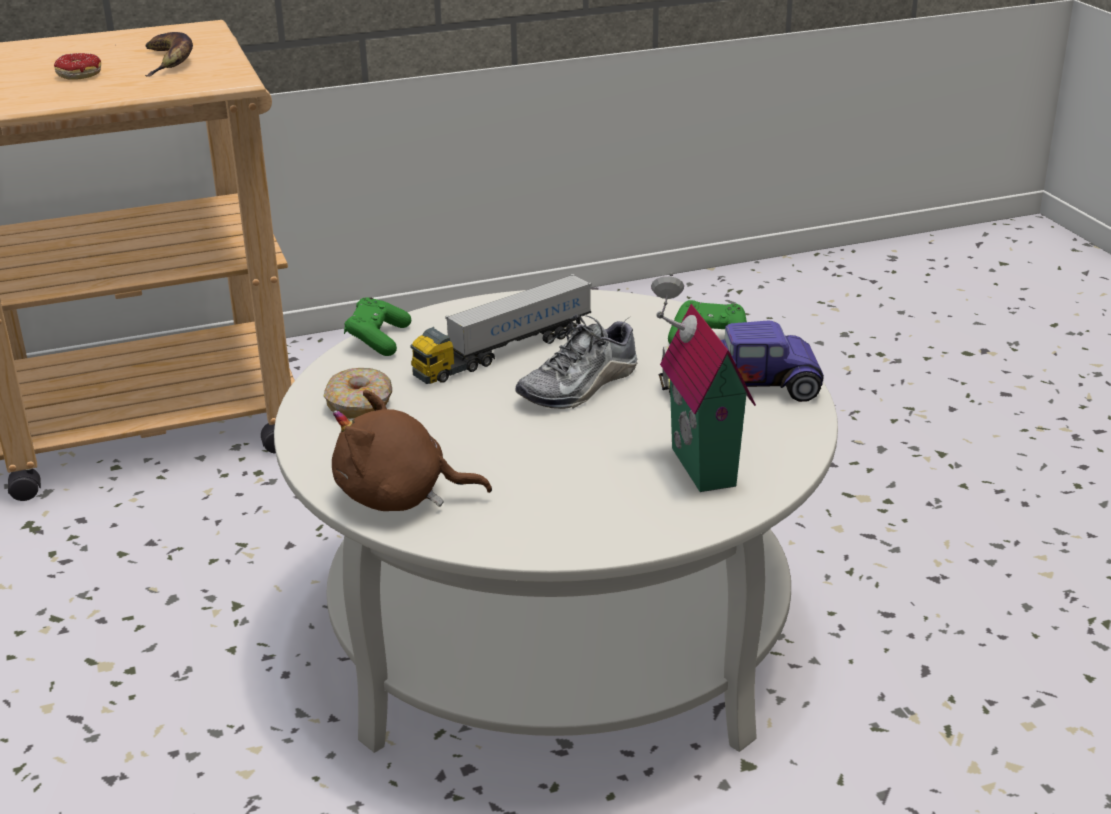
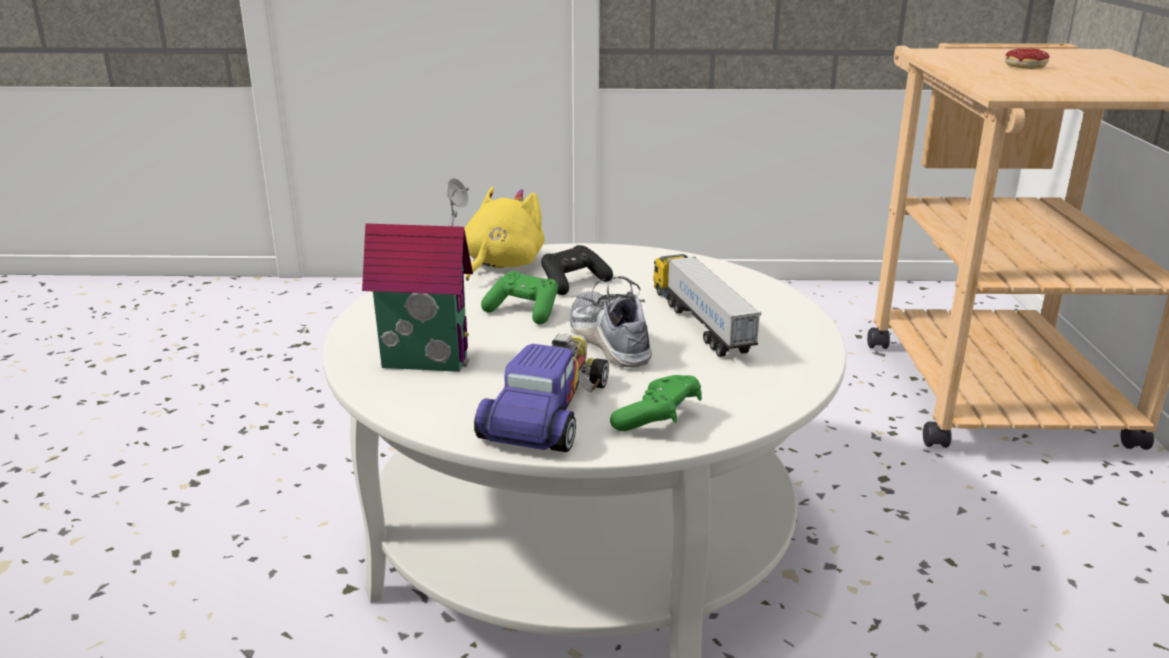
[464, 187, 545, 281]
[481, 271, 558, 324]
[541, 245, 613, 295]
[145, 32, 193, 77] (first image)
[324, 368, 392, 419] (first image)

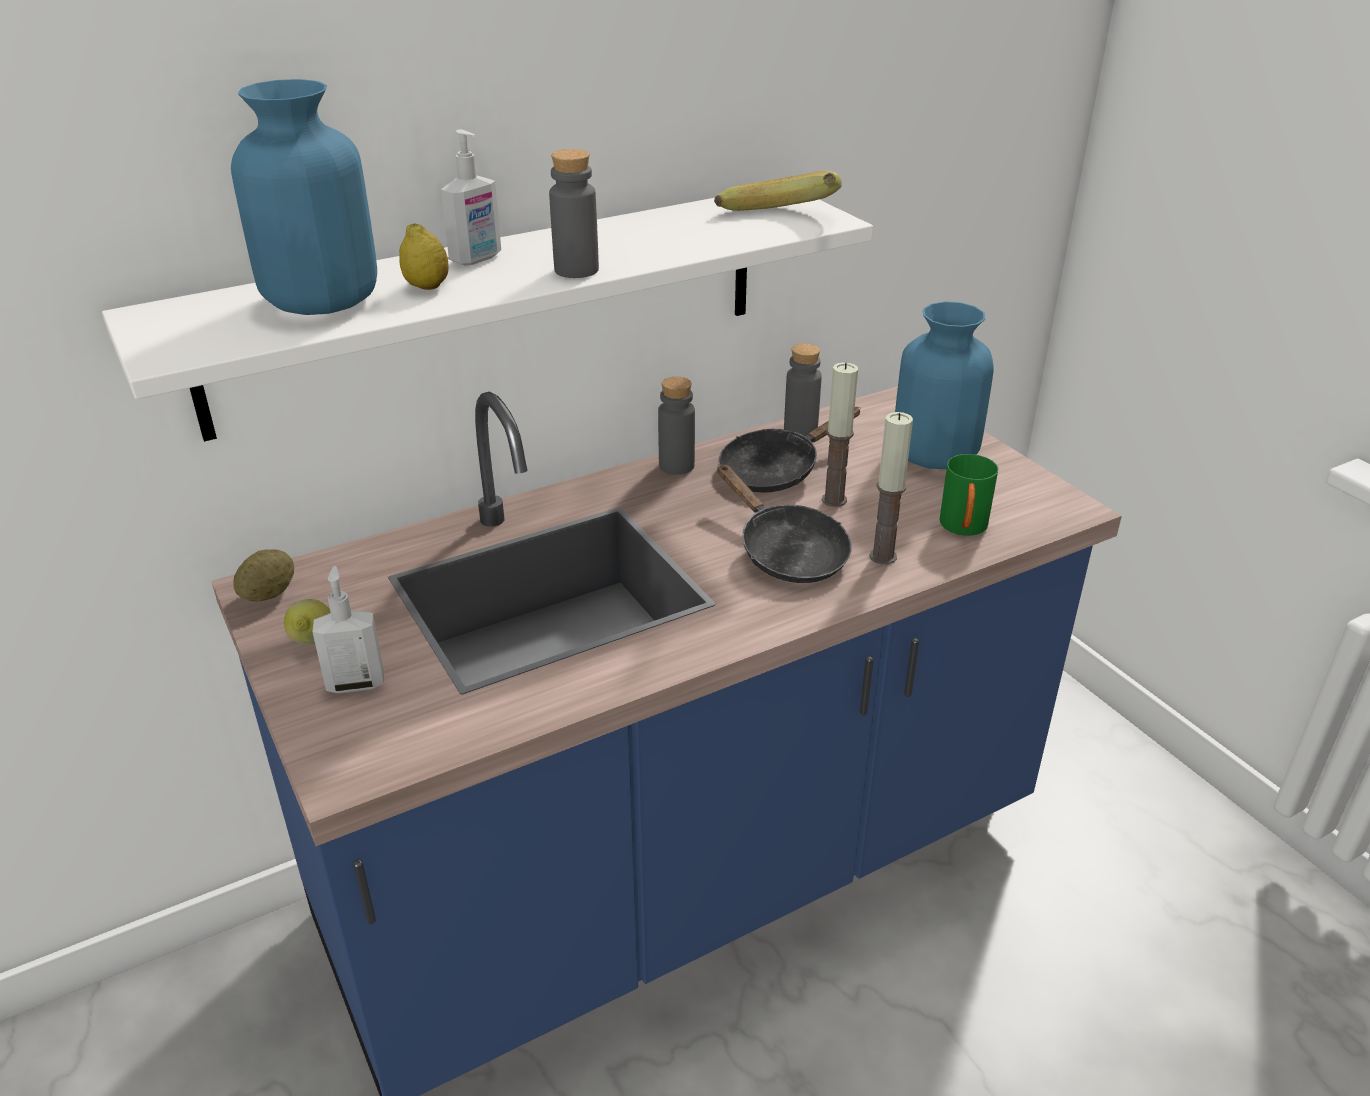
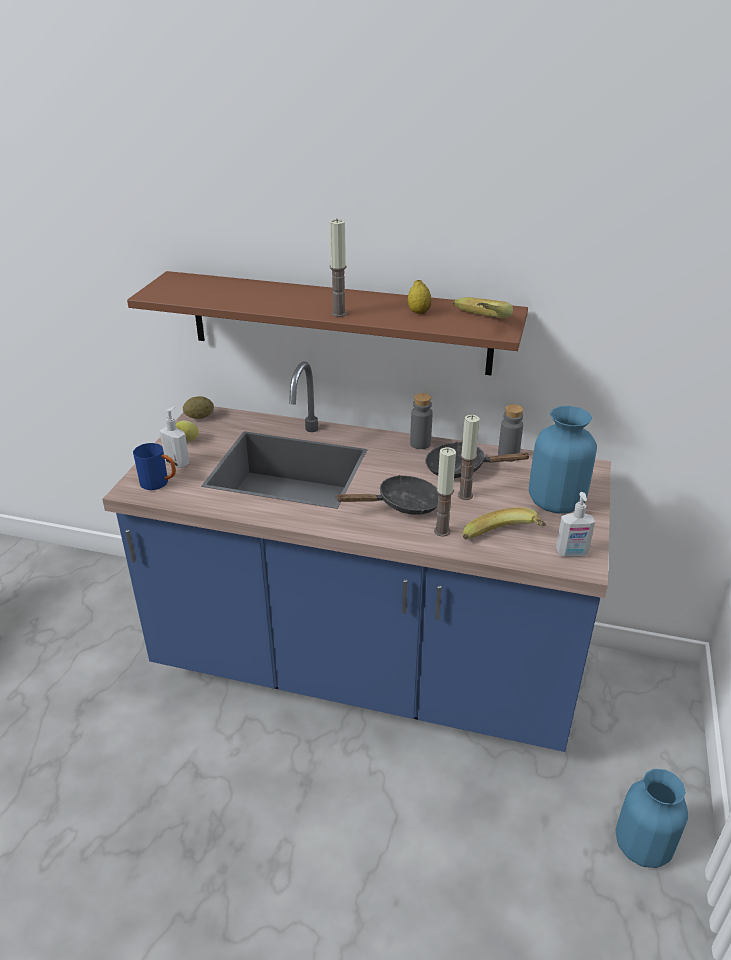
[127, 271, 528, 375]
[133, 443, 176, 490]
[329, 218, 347, 317]
[335, 475, 438, 515]
[408, 280, 432, 314]
[463, 507, 546, 540]
[556, 492, 595, 557]
[616, 769, 689, 868]

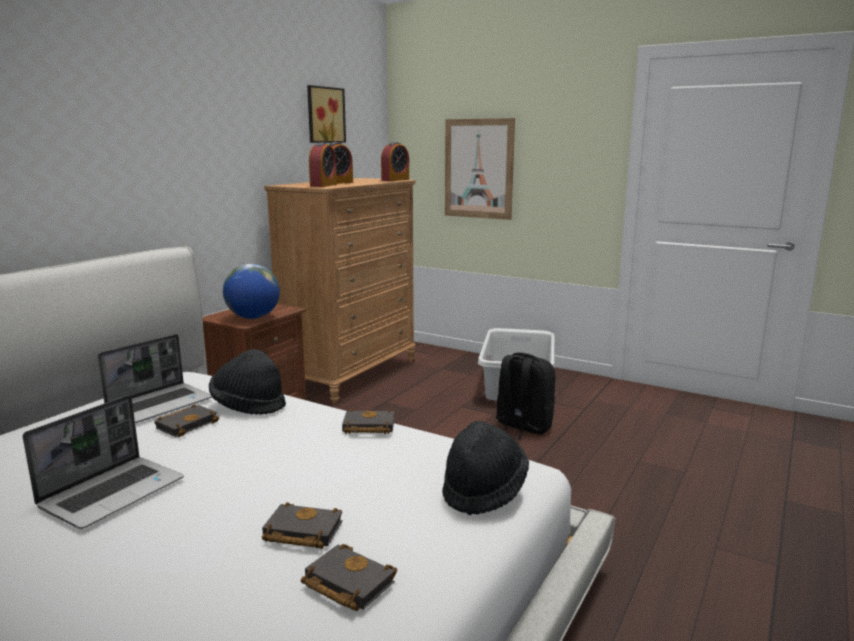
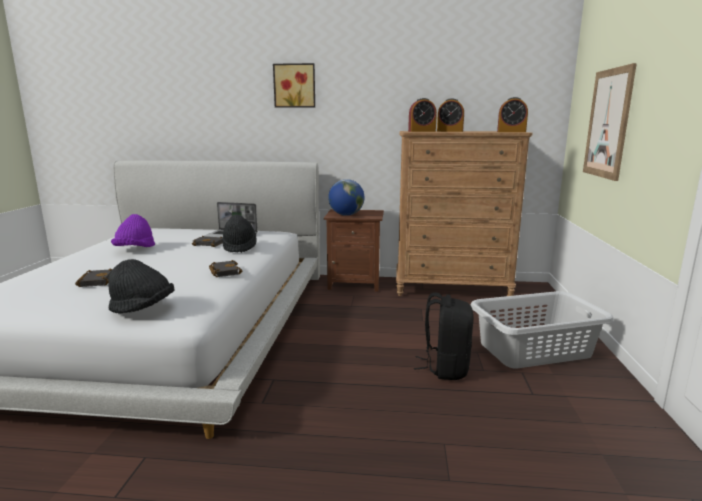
[111, 214, 155, 247]
[273, 63, 315, 108]
[301, 544, 397, 611] (first image)

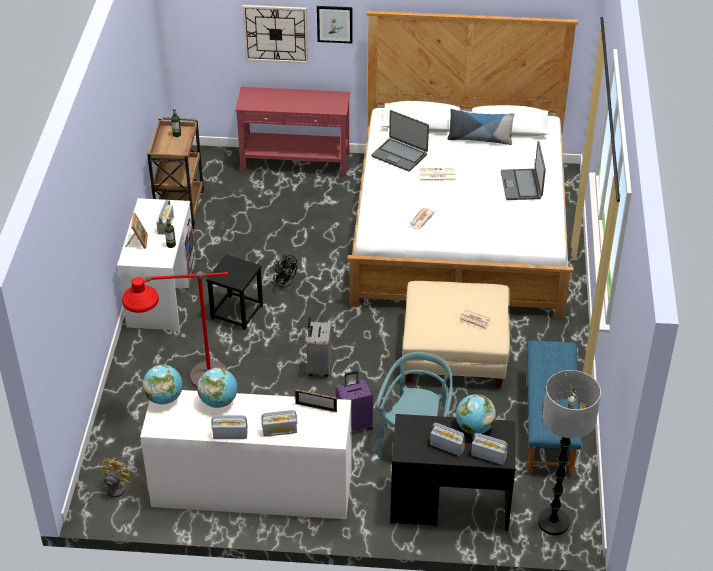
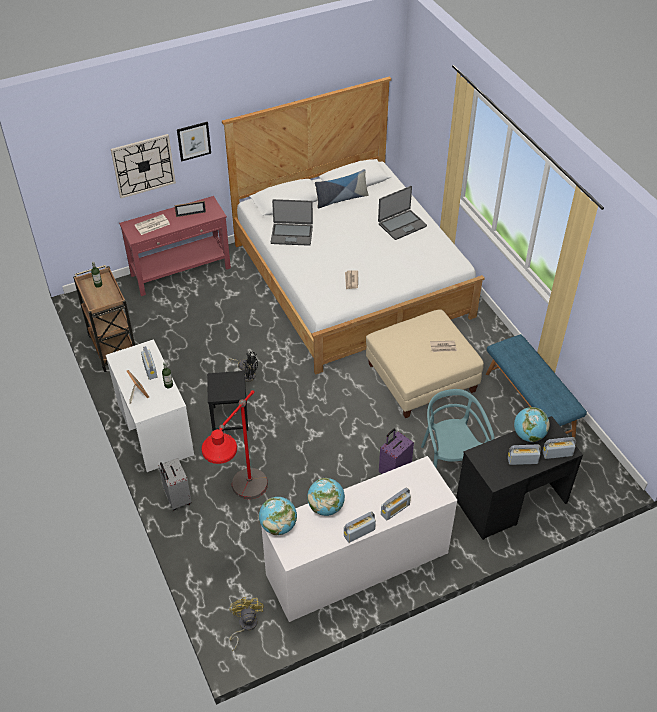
[135, 214, 170, 235]
[158, 458, 192, 510]
[174, 201, 206, 217]
[378, 186, 427, 240]
[538, 370, 601, 535] (first image)

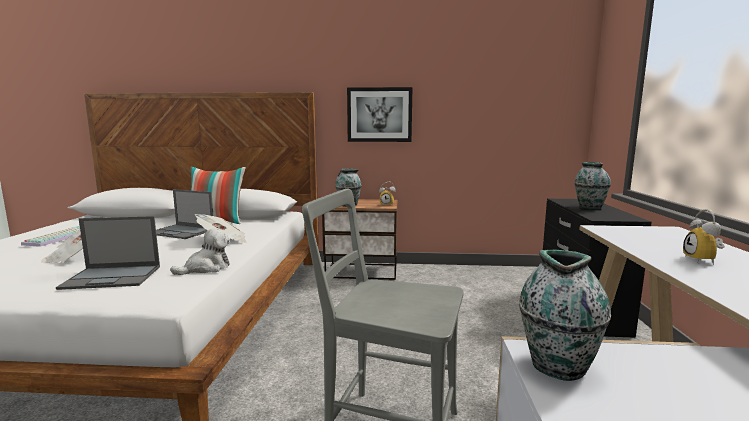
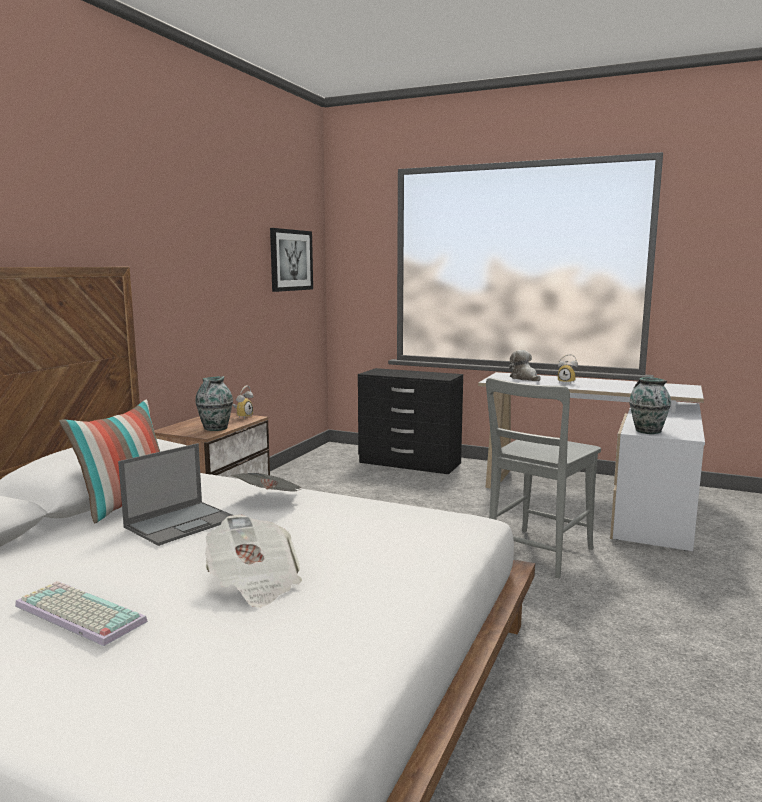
[270, 228, 313, 292]
[509, 350, 541, 381]
[56, 216, 160, 290] (first image)
[574, 162, 611, 209] (first image)

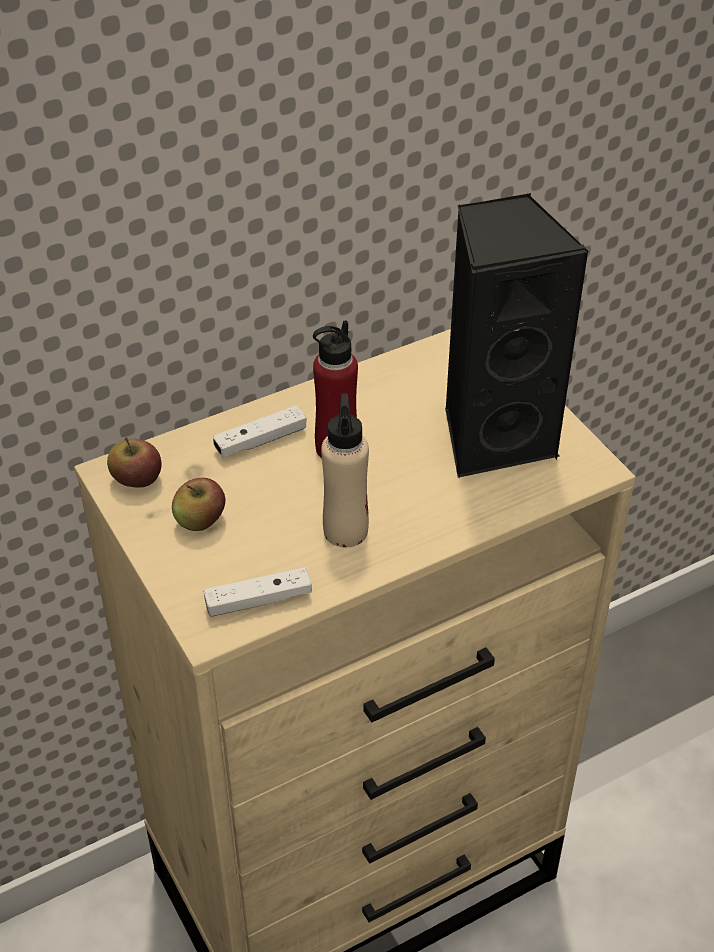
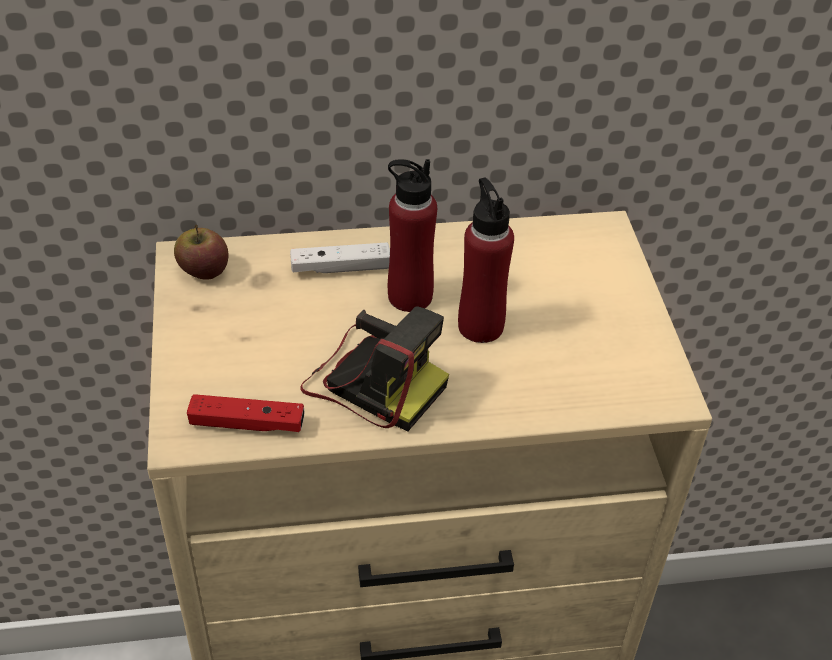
[187, 394, 305, 432]
[301, 306, 449, 432]
[458, 177, 514, 343]
[172, 478, 225, 531] (first image)
[445, 193, 589, 478] (first image)

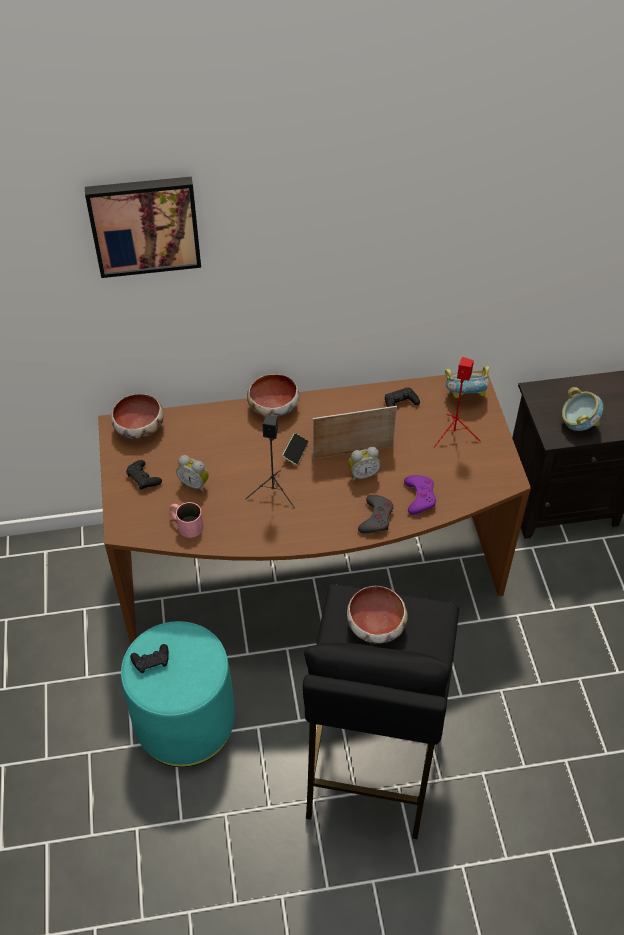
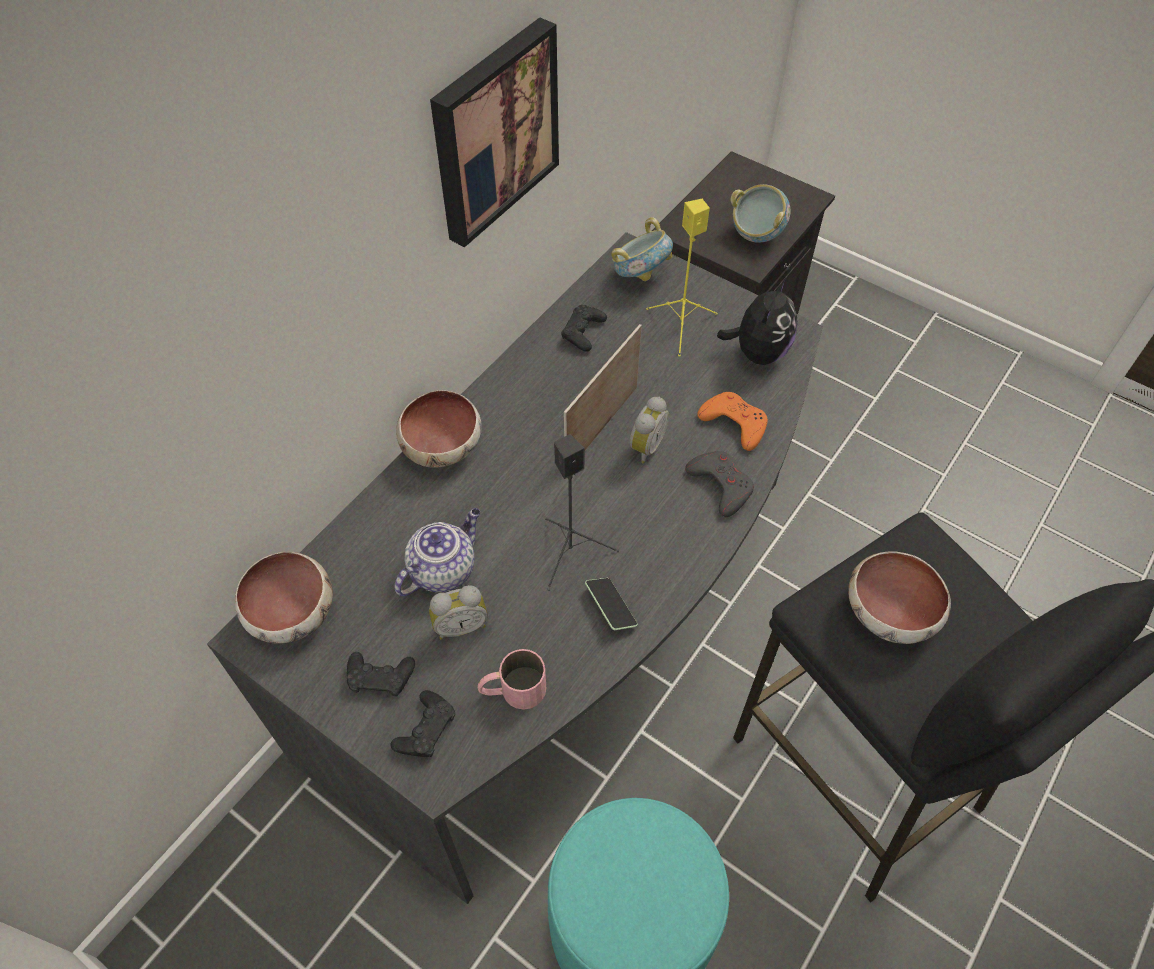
[207, 232, 823, 904]
[390, 690, 455, 757]
[395, 508, 480, 596]
[430, 17, 559, 247]
[585, 578, 638, 630]
[646, 199, 718, 357]
[697, 392, 768, 451]
[717, 277, 798, 365]

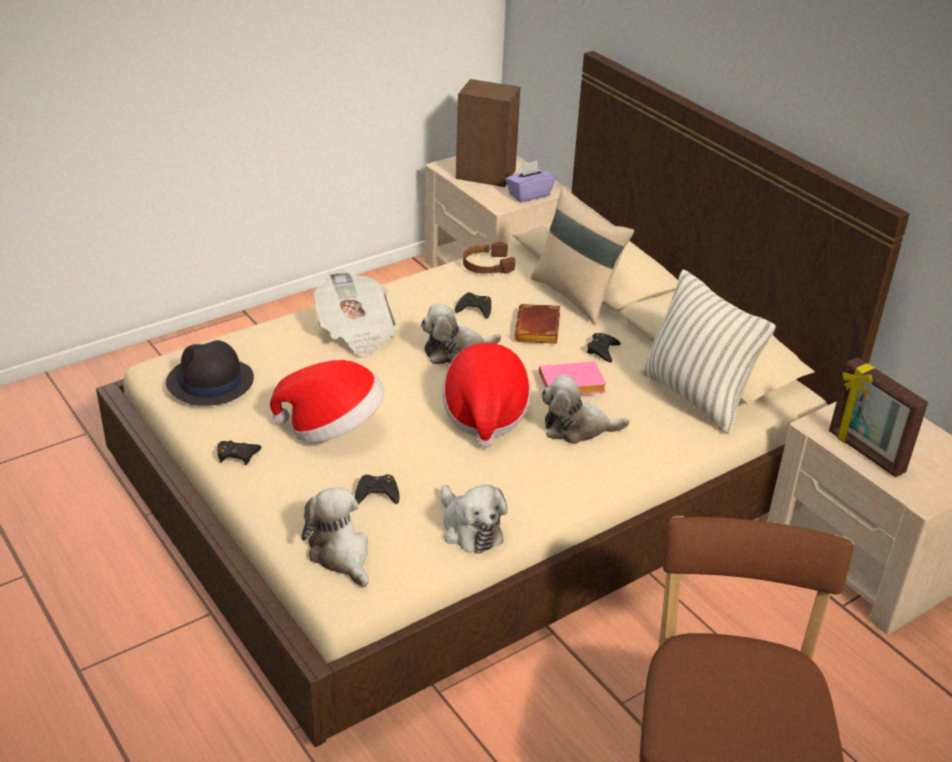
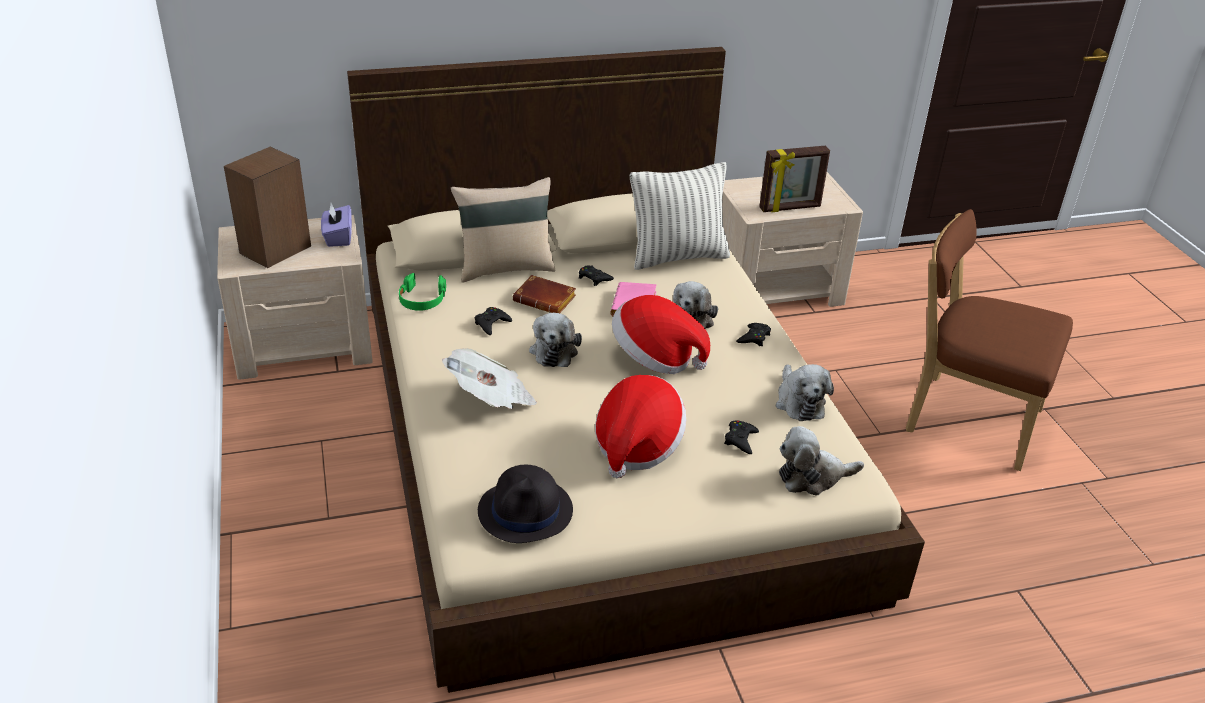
[399, 273, 446, 311]
[736, 323, 771, 346]
[776, 364, 834, 421]

